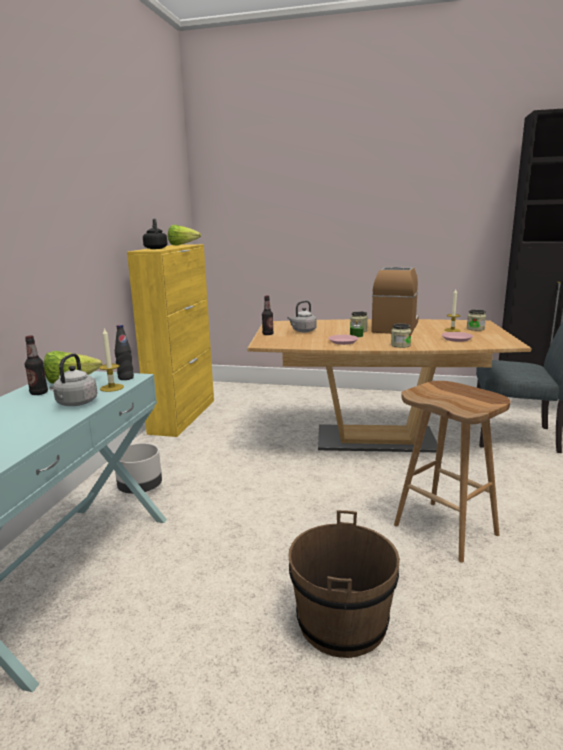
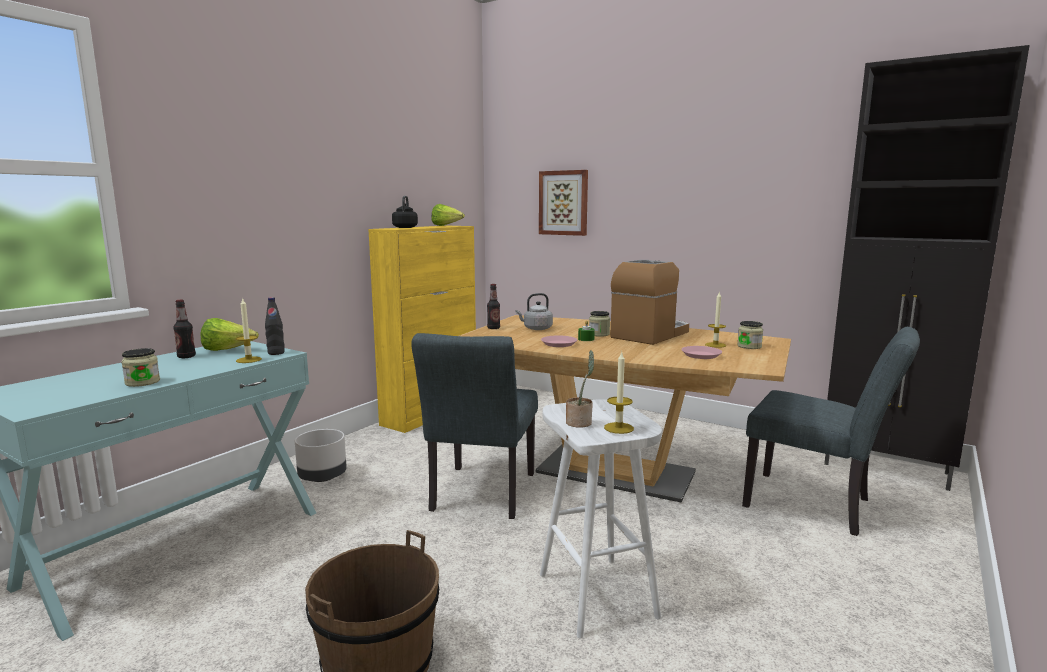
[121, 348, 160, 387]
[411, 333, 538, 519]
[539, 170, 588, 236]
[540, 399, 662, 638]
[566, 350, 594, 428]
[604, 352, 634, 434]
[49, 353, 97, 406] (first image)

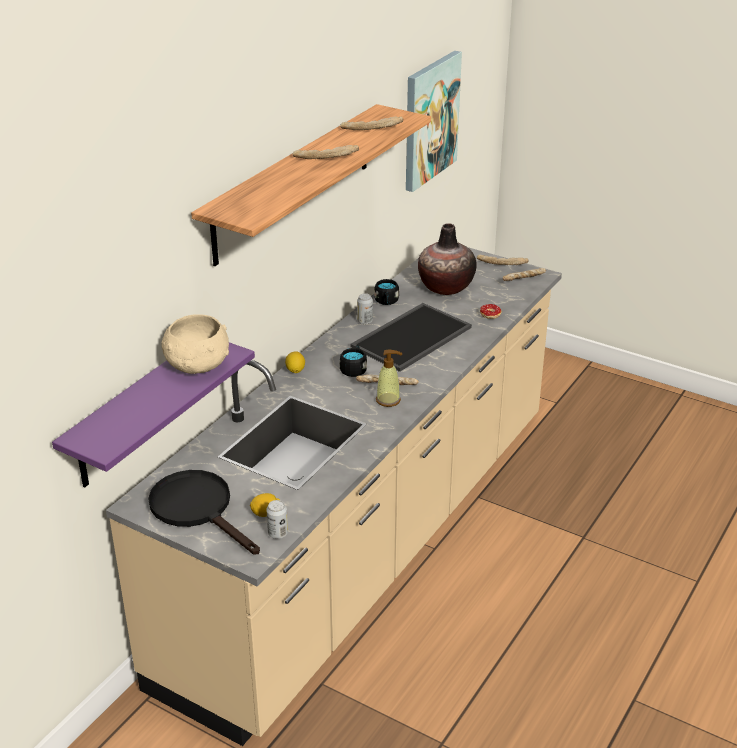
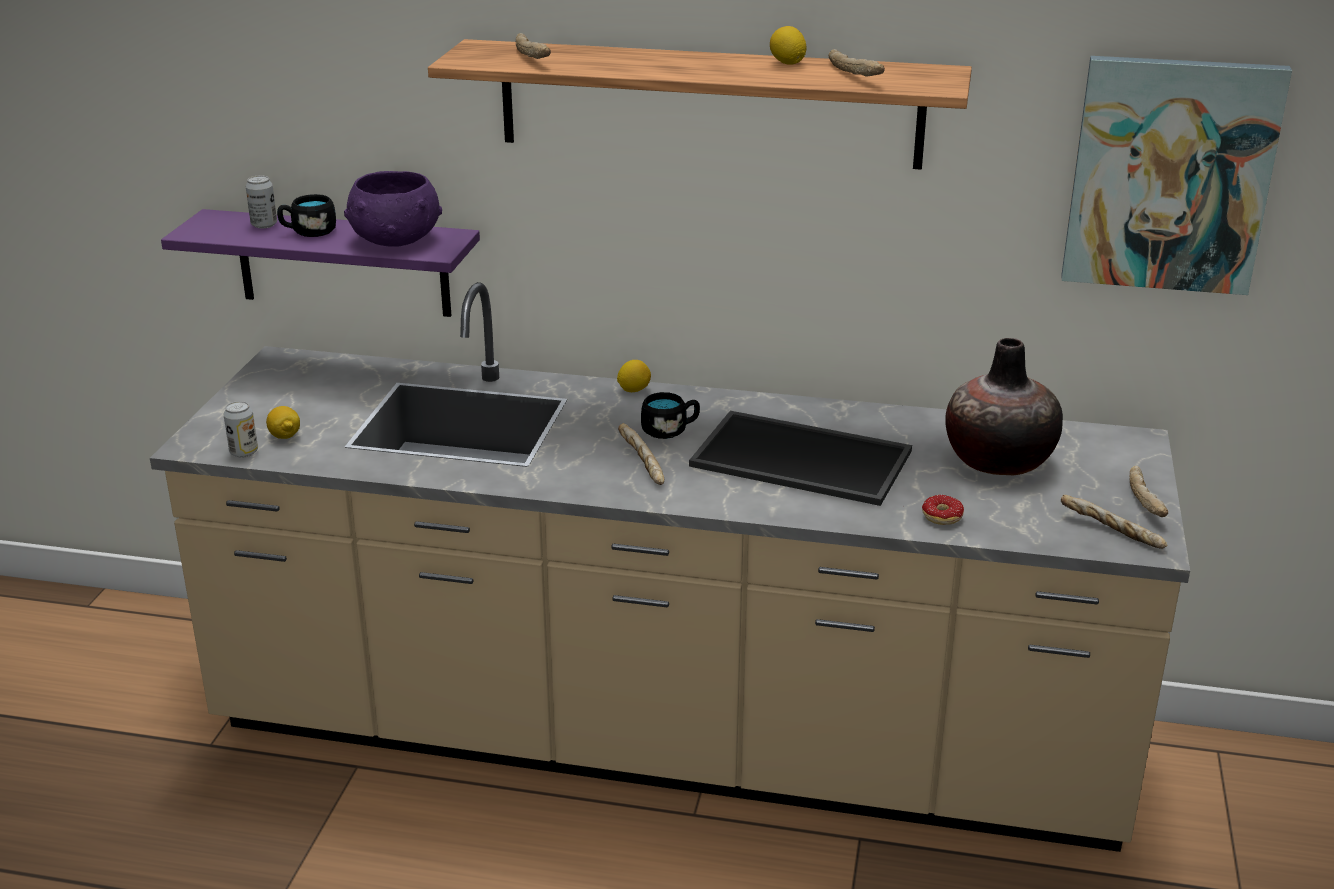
[246, 175, 277, 229]
[277, 194, 336, 237]
[344, 171, 442, 247]
[516, 33, 551, 59]
[770, 26, 807, 65]
[148, 470, 260, 554] (first image)
[376, 350, 402, 407] (first image)

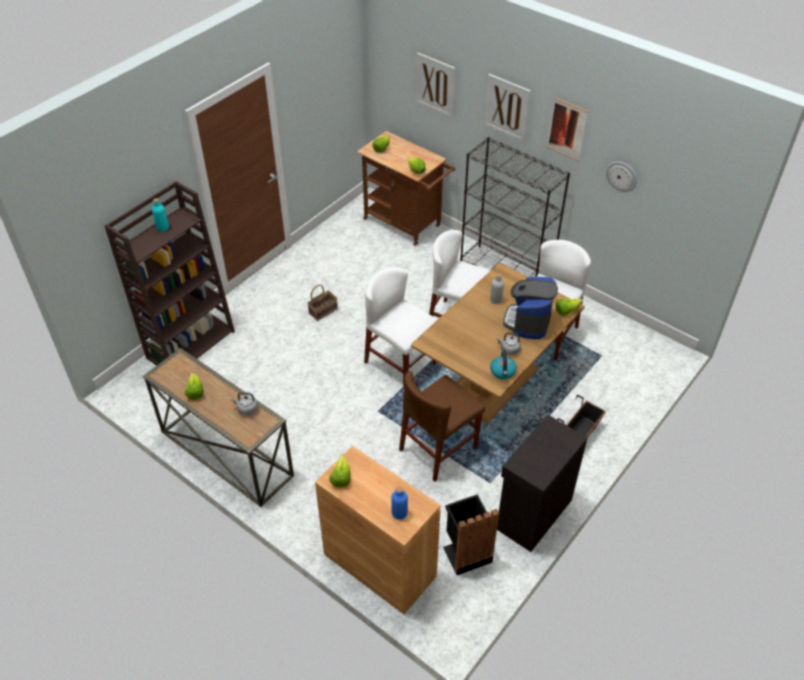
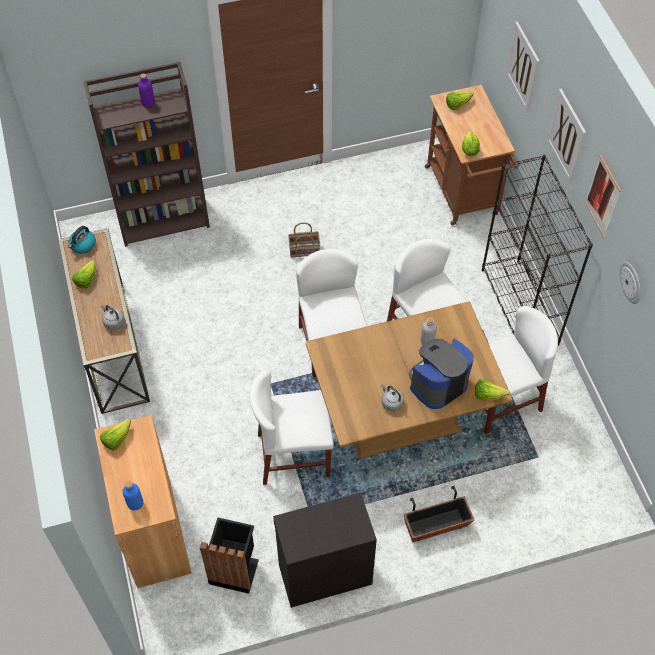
[68, 226, 96, 254]
[138, 73, 155, 108]
[249, 370, 334, 485]

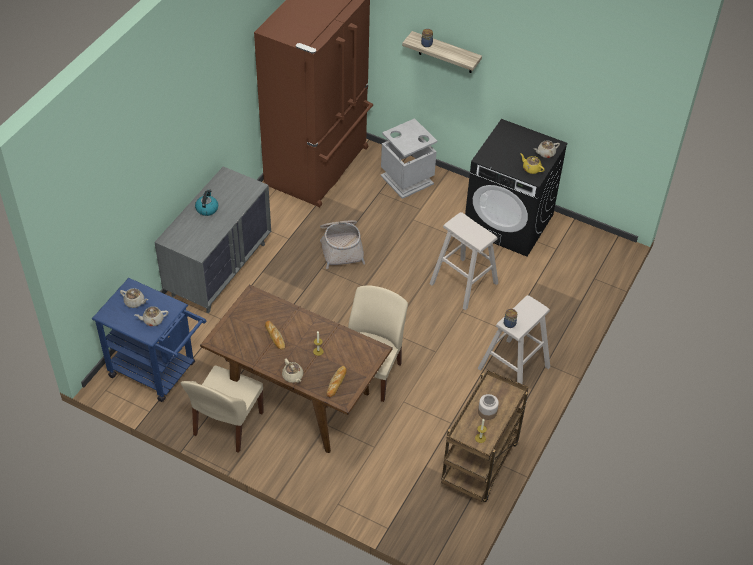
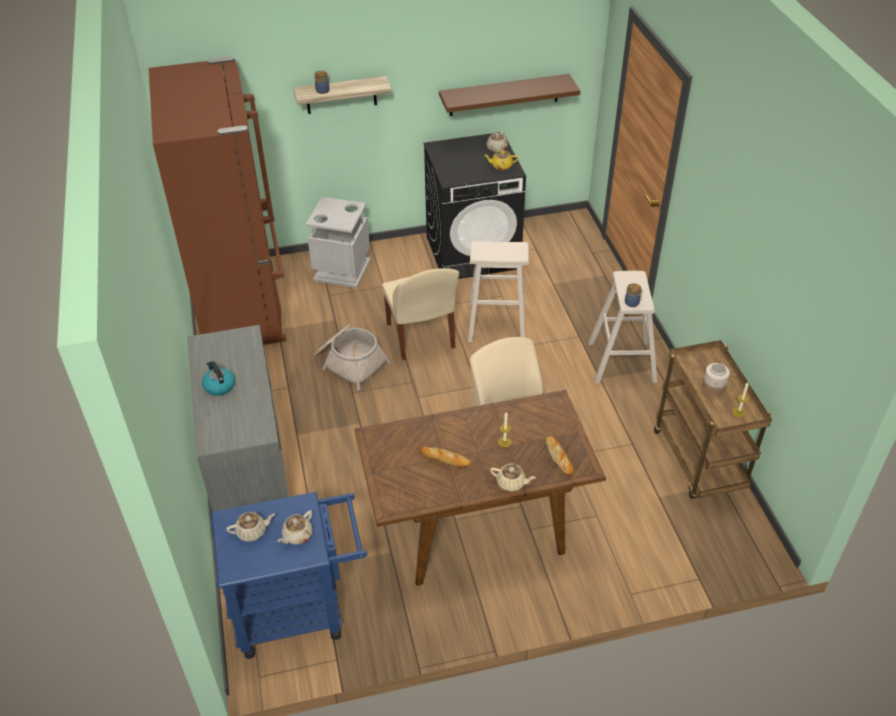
[382, 268, 459, 360]
[439, 74, 581, 116]

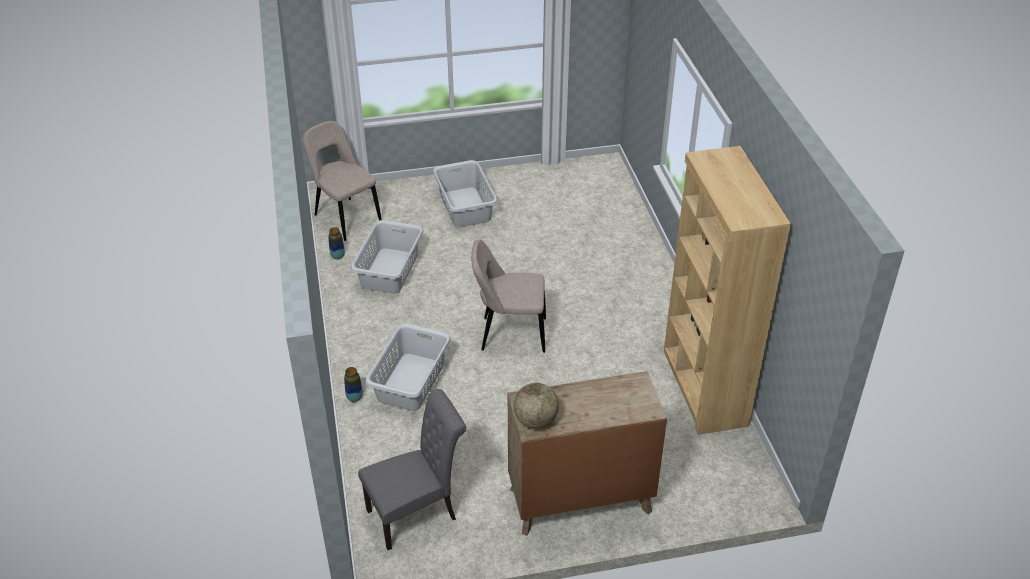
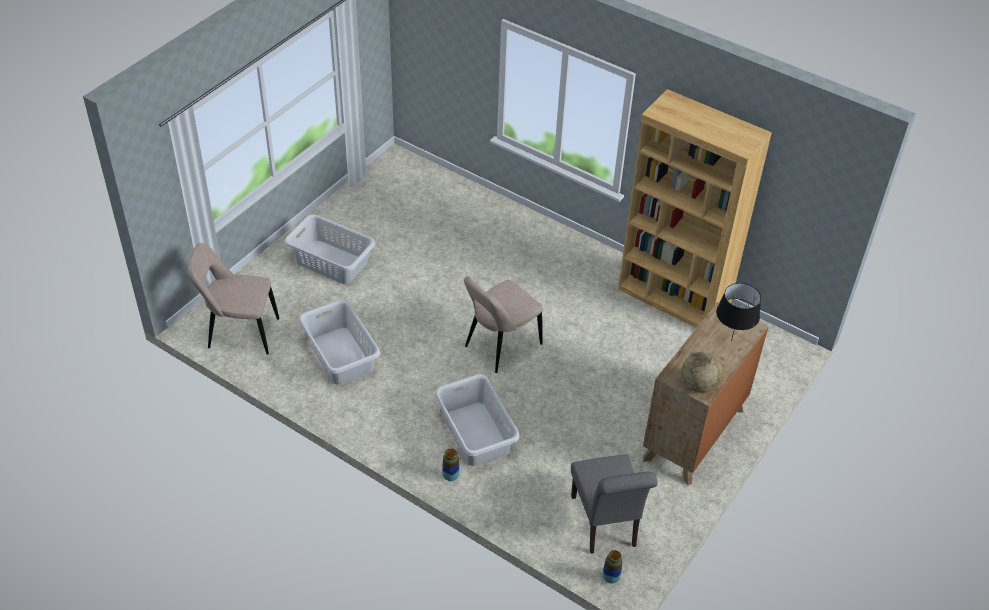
[571, 455, 658, 554]
[602, 550, 622, 584]
[716, 283, 761, 341]

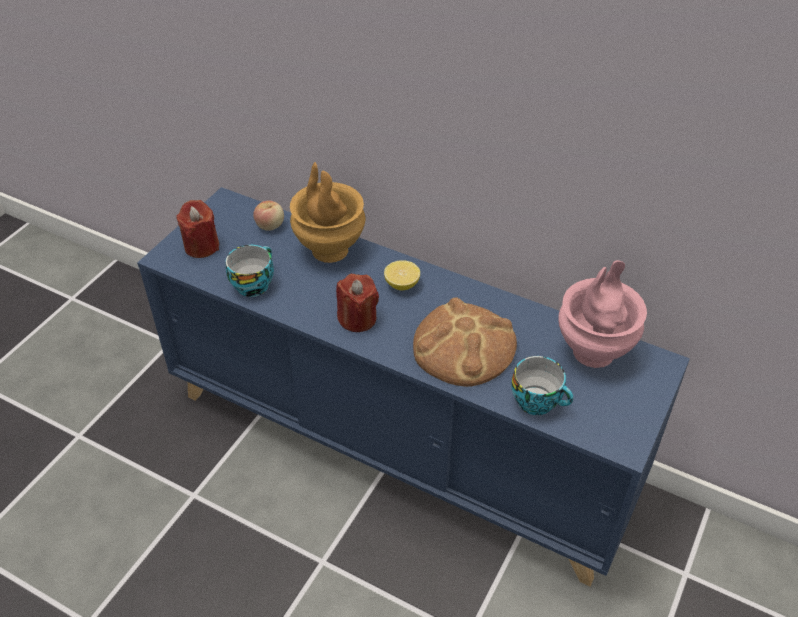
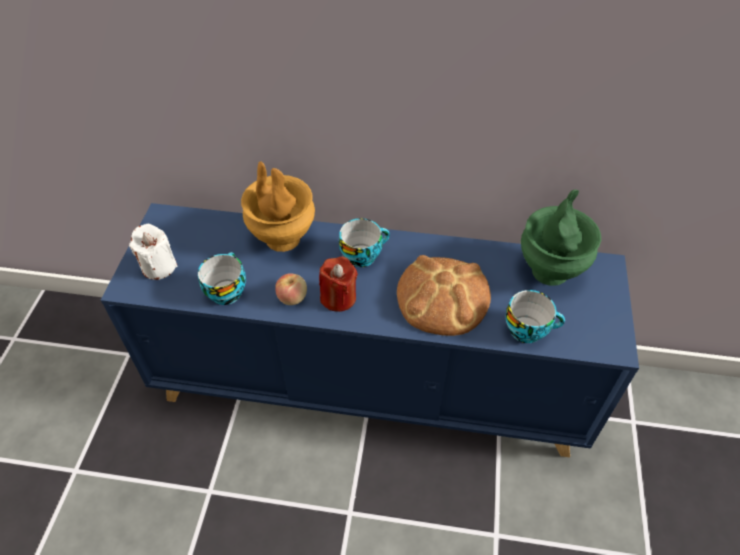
[129, 223, 177, 280]
[275, 273, 307, 305]
[339, 218, 390, 267]
[521, 190, 601, 286]

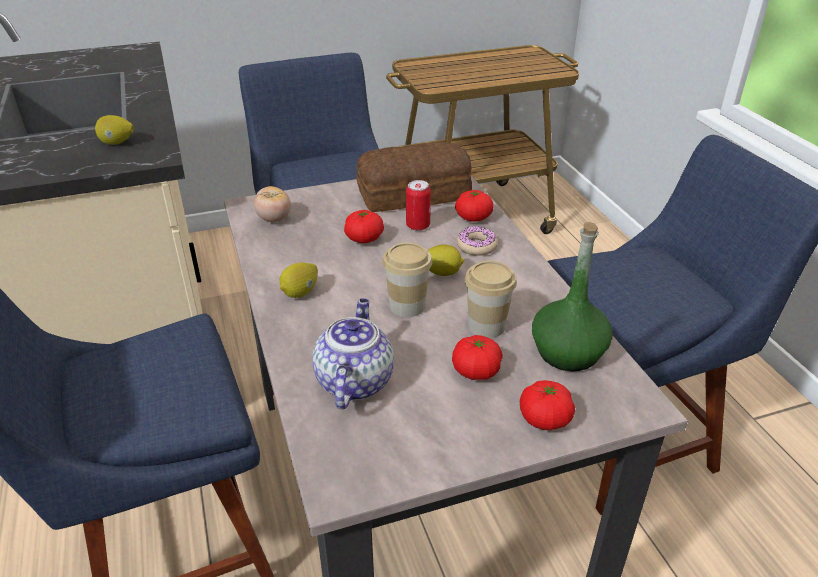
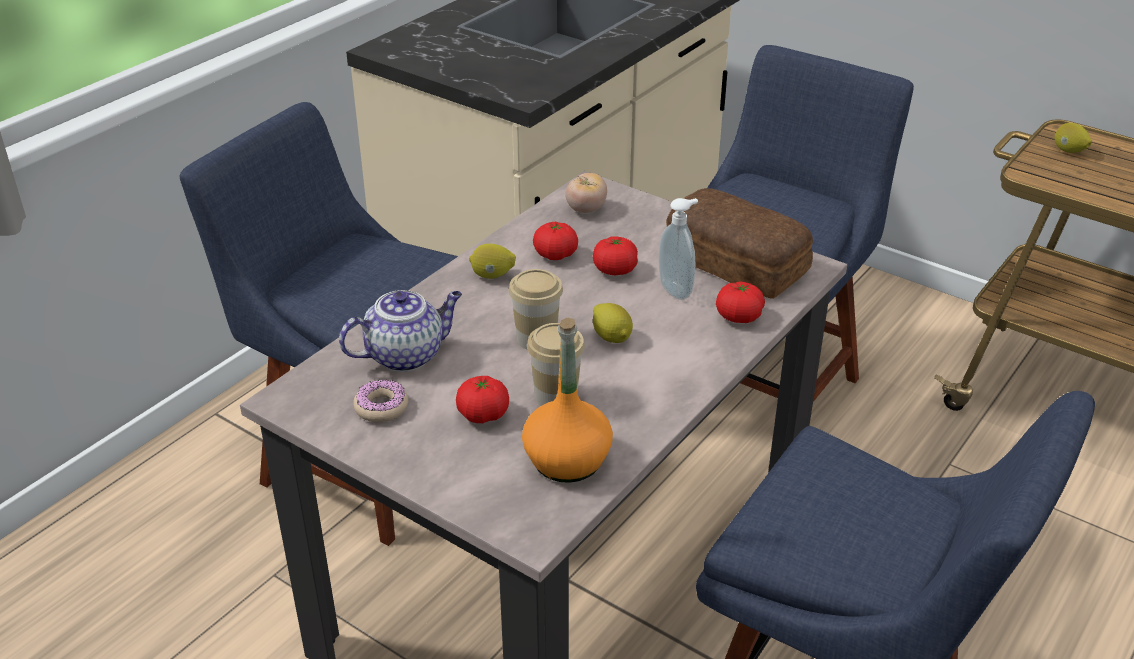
[353, 380, 408, 422]
[522, 317, 613, 483]
[533, 221, 578, 260]
[659, 198, 698, 300]
[1055, 123, 1092, 153]

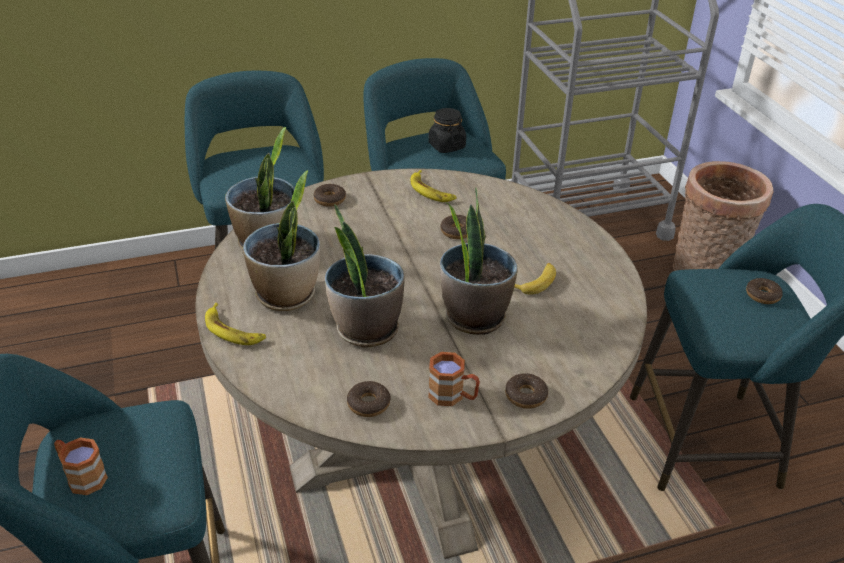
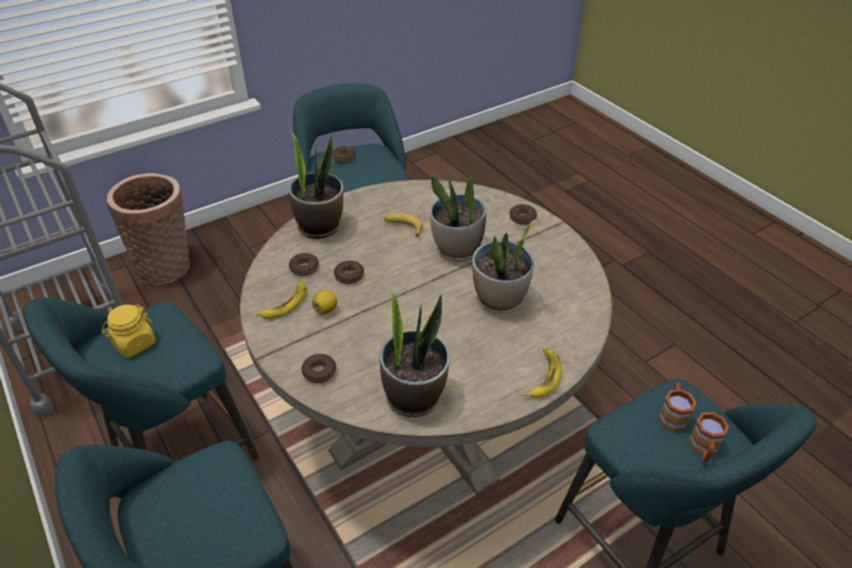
[102, 304, 156, 357]
[289, 132, 343, 239]
[289, 253, 319, 276]
[312, 290, 337, 314]
[658, 382, 696, 433]

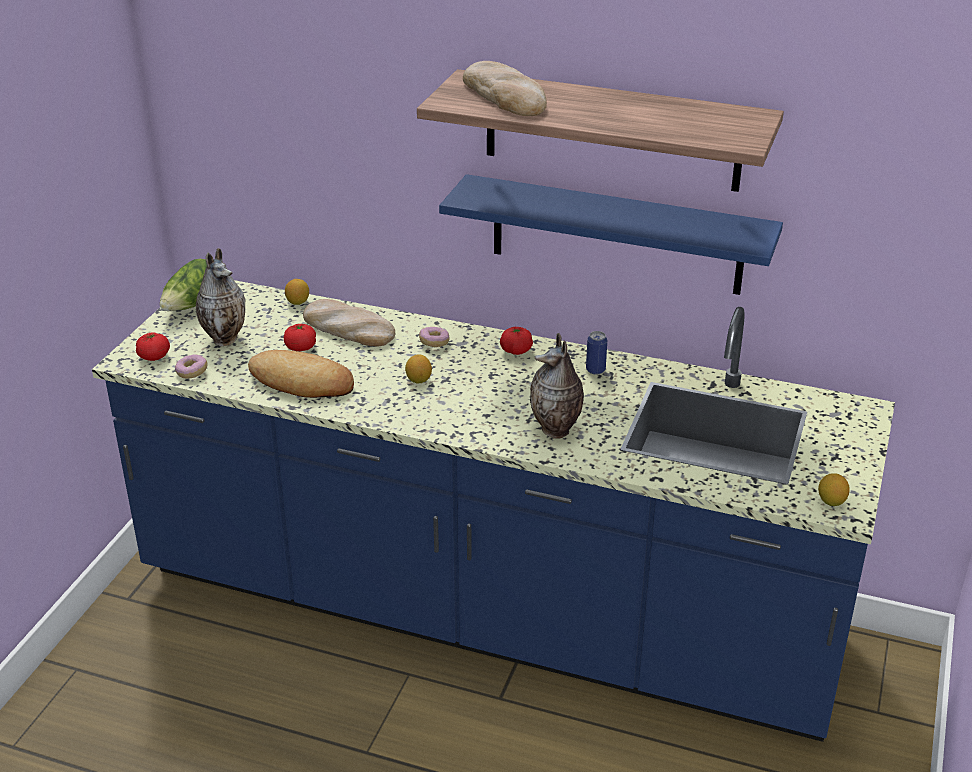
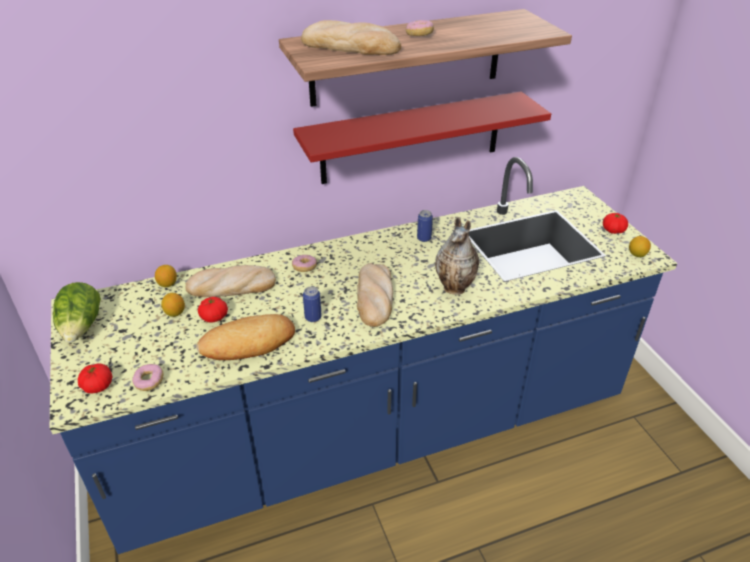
[161, 293, 185, 317]
[293, 91, 551, 184]
[303, 286, 322, 322]
[357, 263, 393, 327]
[406, 20, 434, 36]
[603, 213, 628, 234]
[196, 248, 245, 346] (first image)

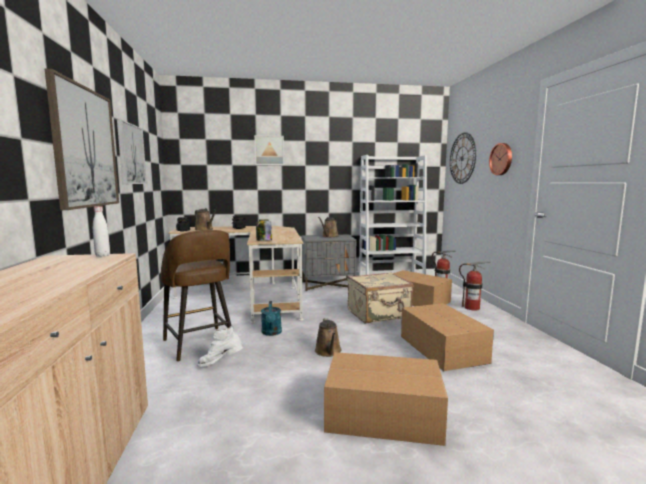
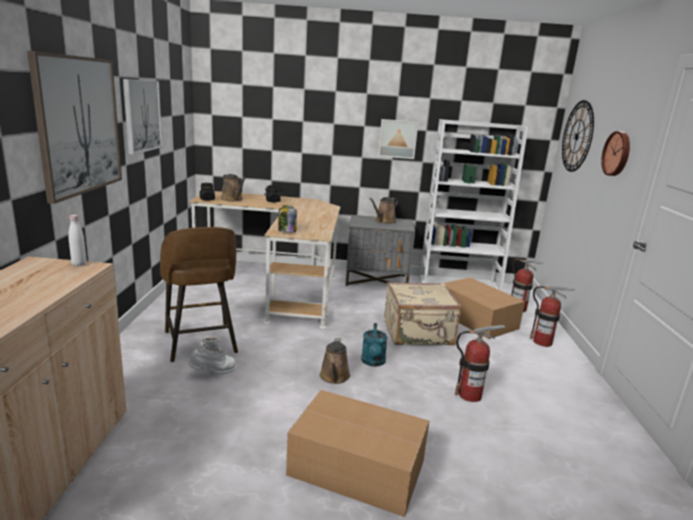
[188, 338, 236, 374]
[361, 323, 387, 367]
[378, 119, 418, 159]
[455, 325, 505, 402]

